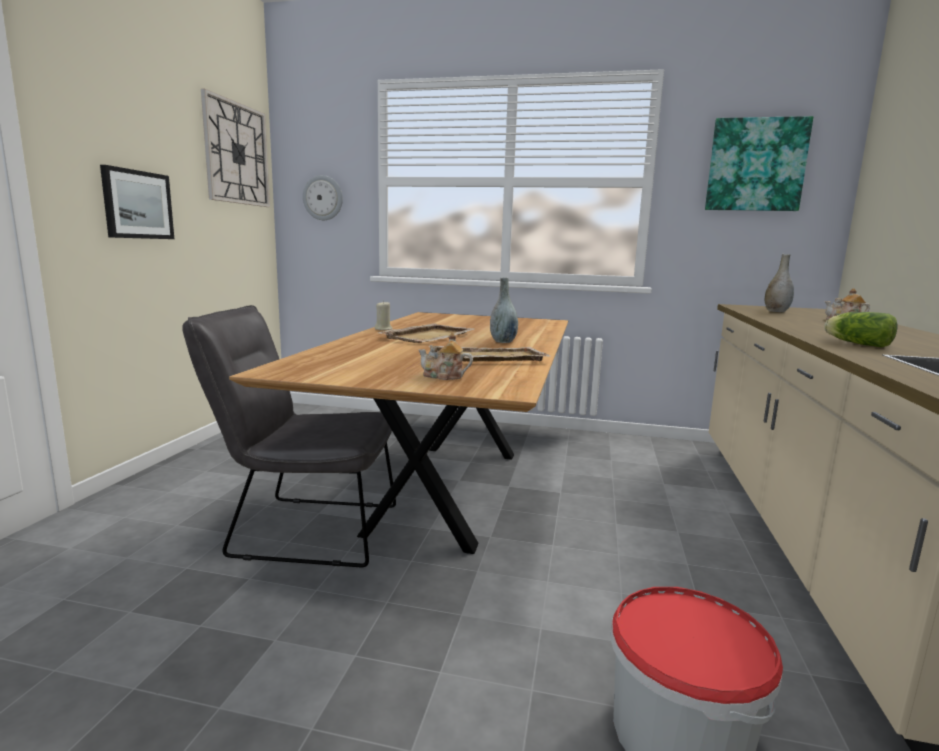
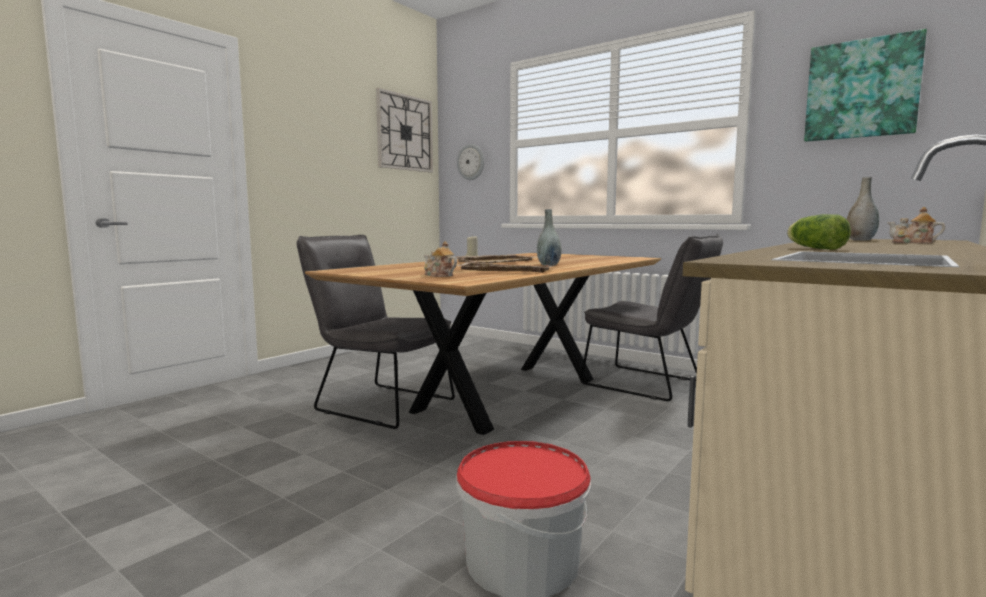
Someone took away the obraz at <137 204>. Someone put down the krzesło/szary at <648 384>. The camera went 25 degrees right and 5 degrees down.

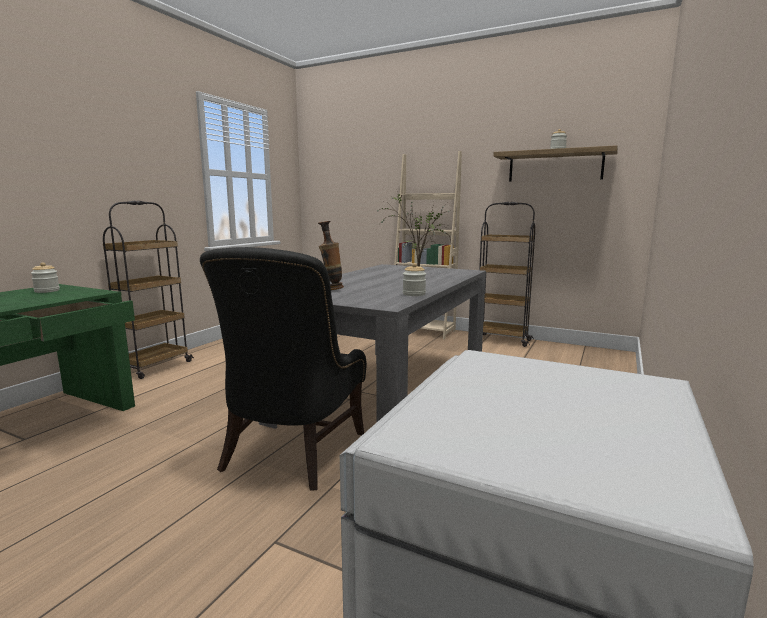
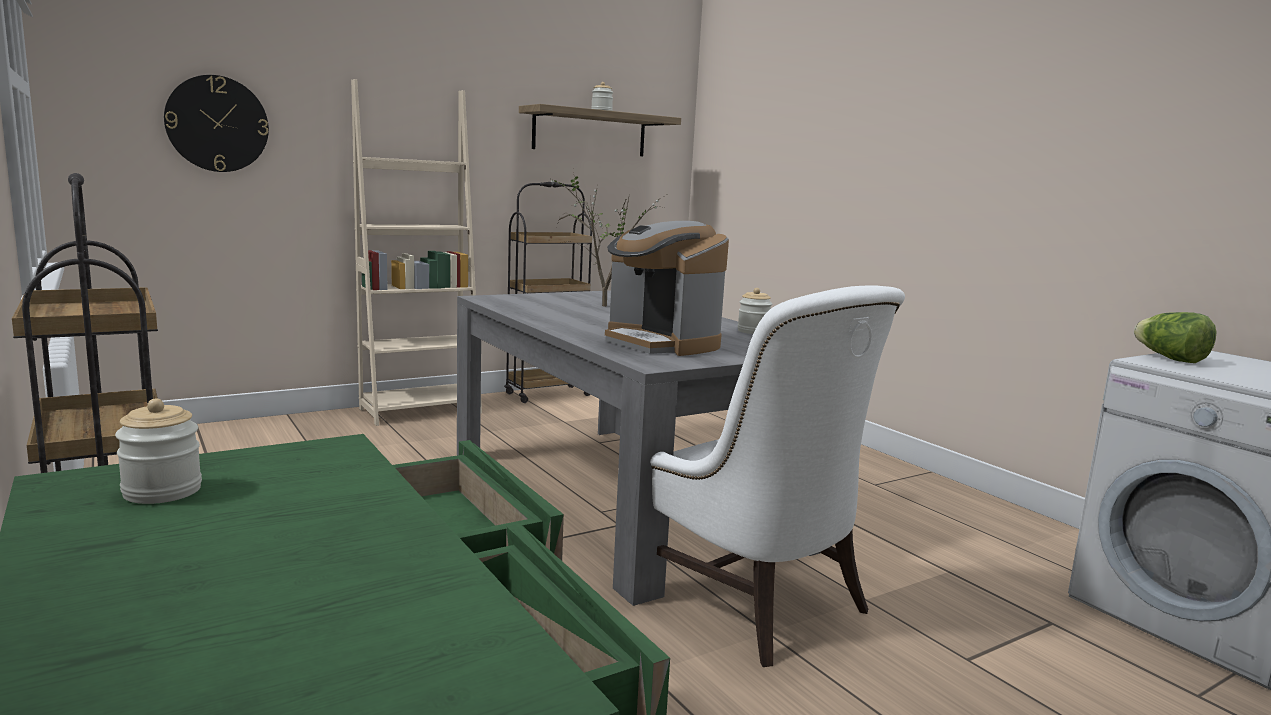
Someone repainted the krzesło/czarny at <292 451>, which became the krzesło/biały at <753 601>. Someone swapped the wazon at <331 289> for the ekspres do kawy at <661 343>. Someone put up the zegar ścienny at <217 124>. Someone put down the sałata at <1170 359>. The camera went 60 degrees left and 0 degrees up.

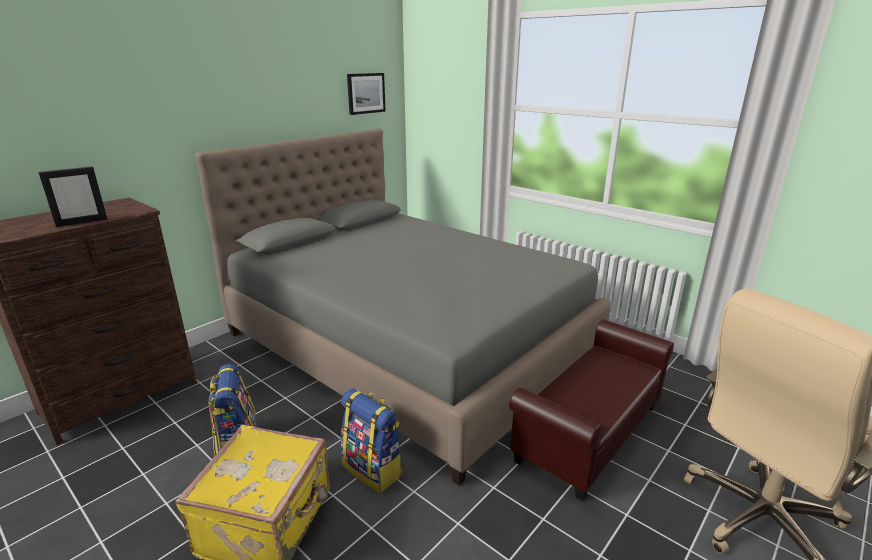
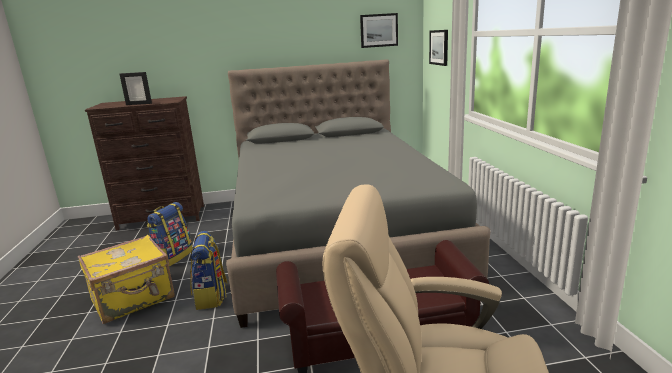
Someone put up the obraz at <439 47>. The camera went 40 degrees right and 5 degrees down.

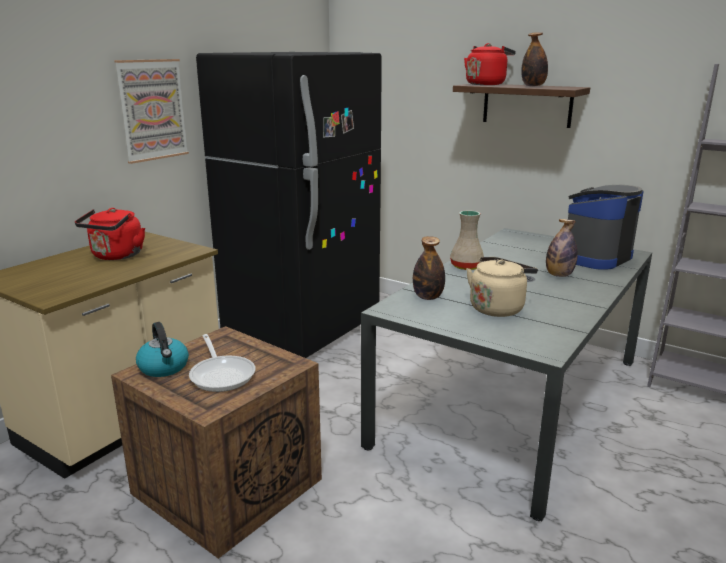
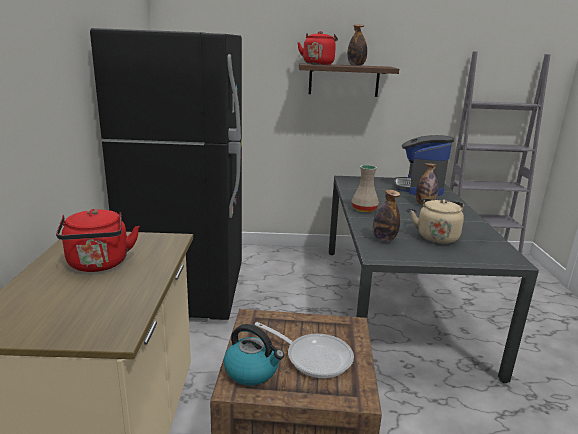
Someone took away the obraz at <152 110>. The camera went 35 degrees left and 0 degrees up.

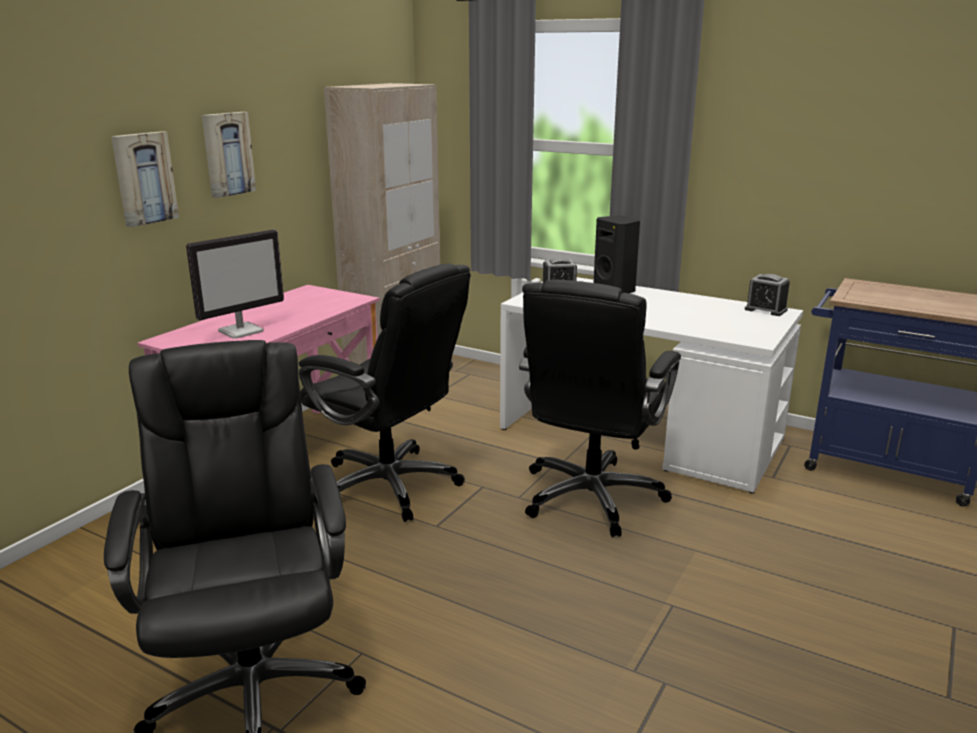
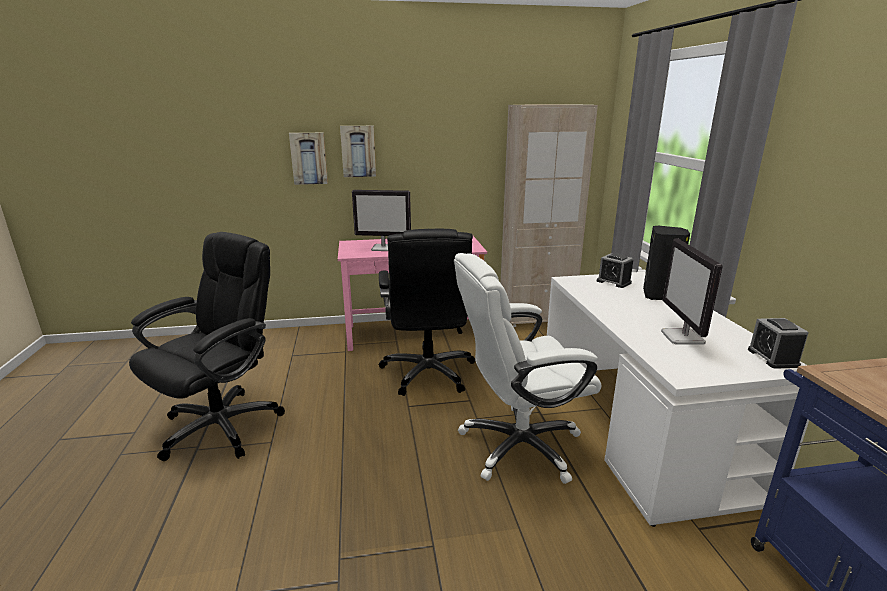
Someone carried the obraz from <227 154> to <309 158>. Someone repainted the krzesło biurowe/czarny at <591 496>, which became the krzesło biurowe/biały at <520 445>. Someone put down the monitor at <683 338>. The camera went 50 degrees right and 0 degrees up.

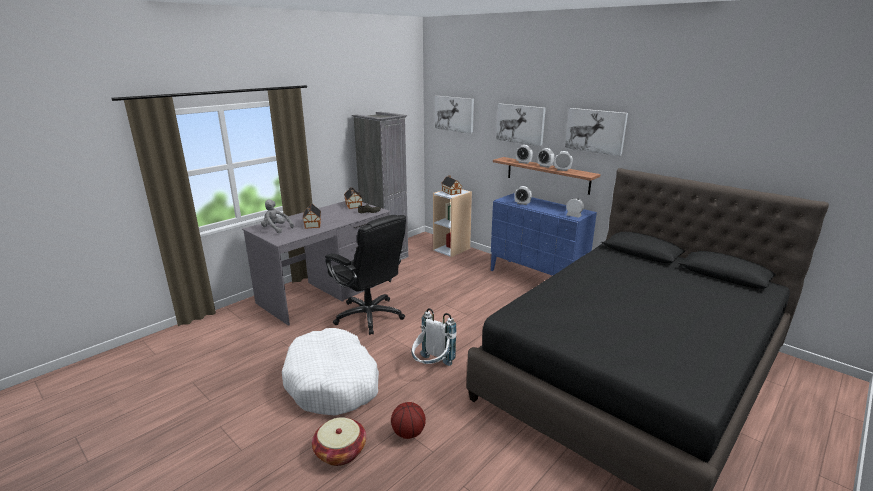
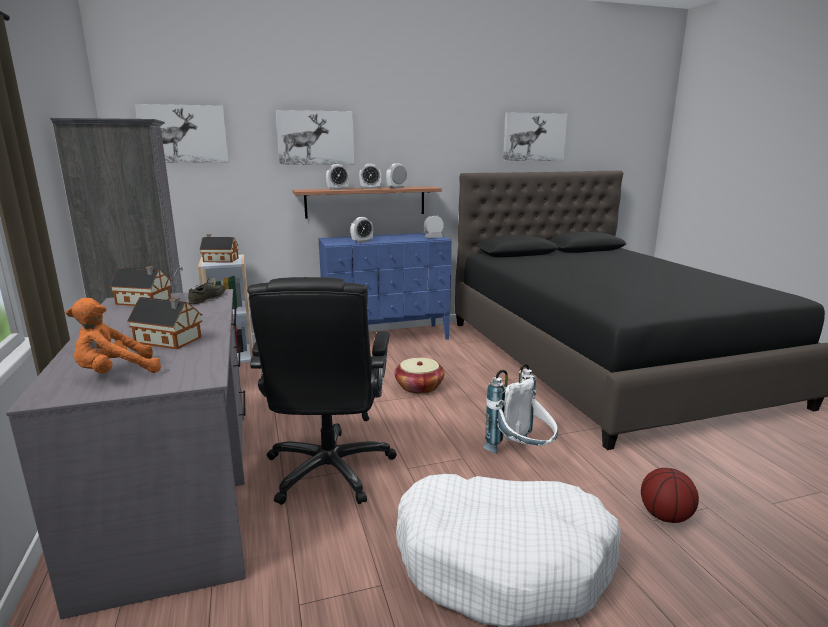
Someone repainted the pluszak/szary at <276 229>, which became the pluszak/pomarańczowy at <115 374>. Someone carried the koszyk from <340 452> to <419 387>. Someone rotated the krzesło biurowe/czarny at <369 315> by 105 degrees clockwise. Someone carried the obraz from <595 131> to <534 137>. The camera went 60 degrees left and 5 degrees down.

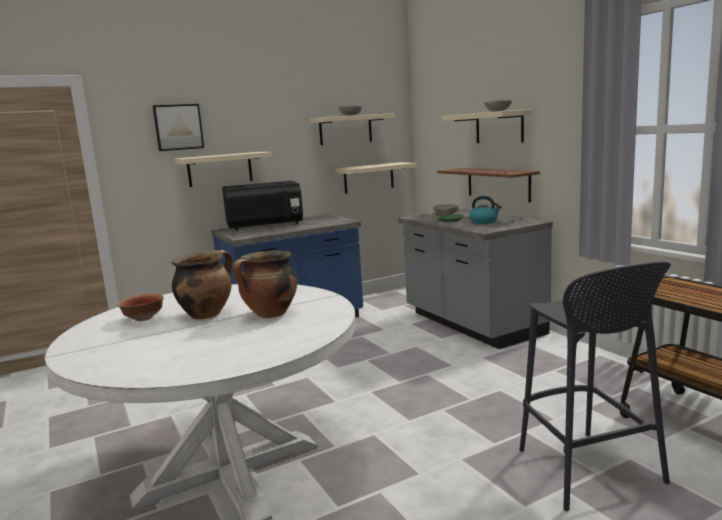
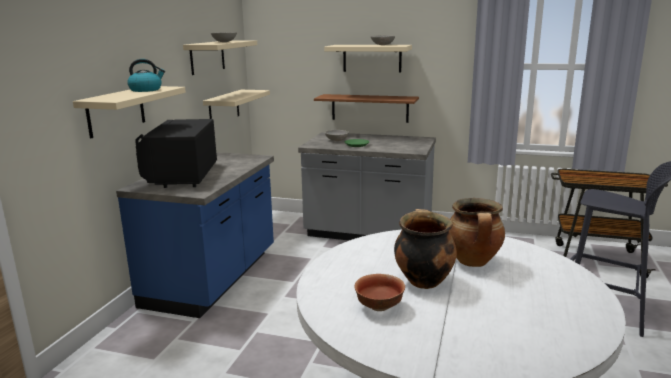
Someone took away the obraz at <178 127>. Someone rotated the mikrofalówka/czarny at <265 226> by 150 degrees clockwise. Someone carried the czajnik from <484 222> to <146 90>. The camera went 45 degrees left and 5 degrees up.

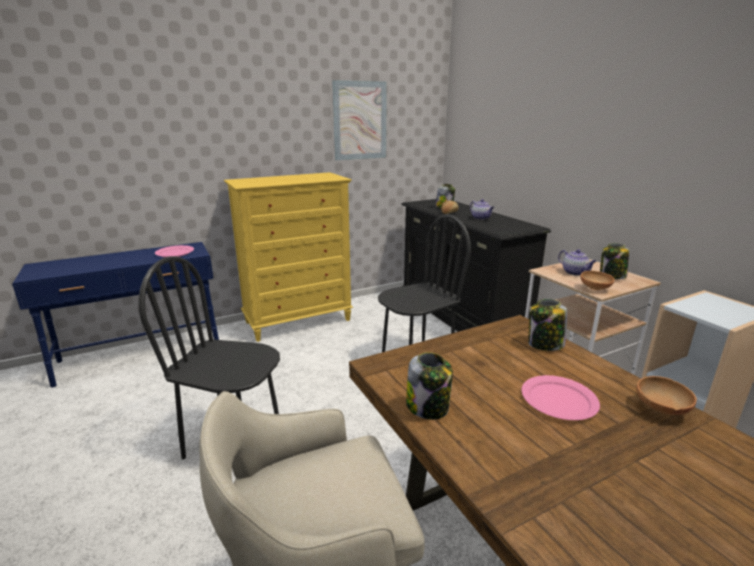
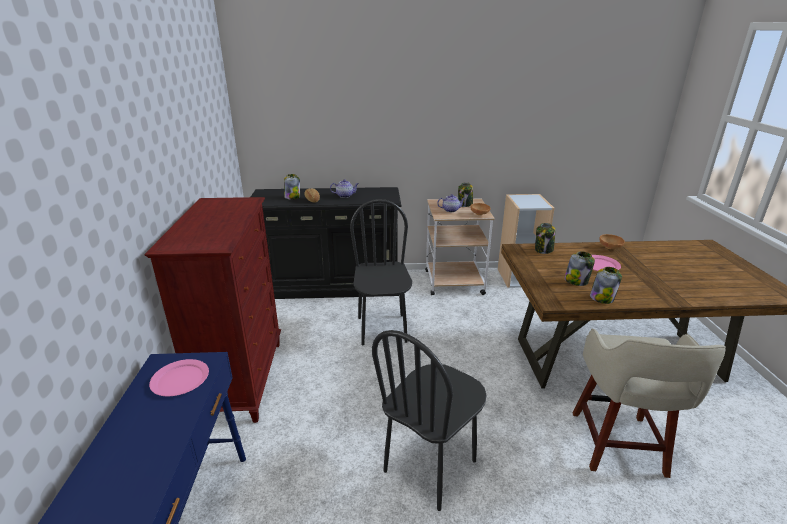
Someone repainted the komoda/żółty at <299 321>, which became the komoda/czerwony at <242 379>. Someone took away the obraz at <360 121>. Someone put down the słoik at <576 281>. The camera went 65 degrees left and 5 degrees up.

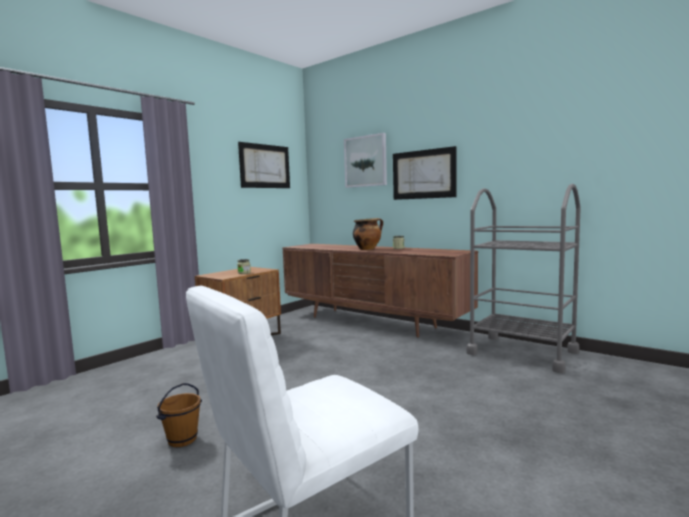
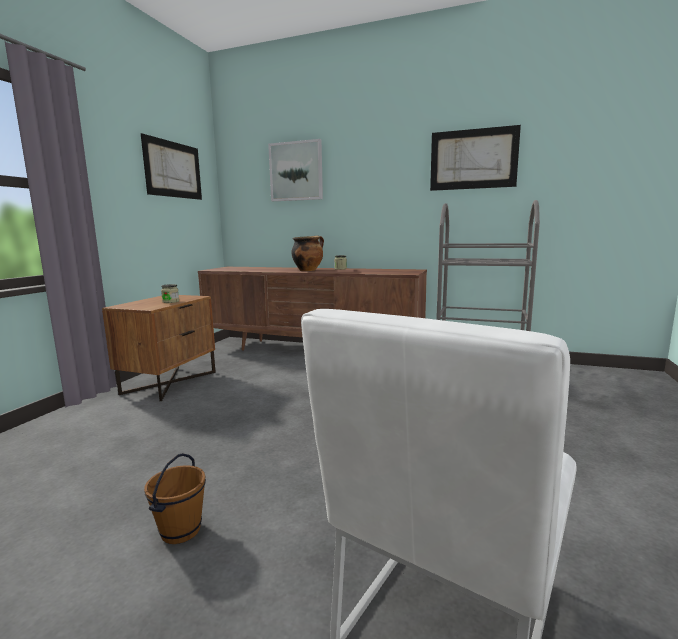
Someone carried the obraz from <423 174> to <473 159>. The camera went 20 degrees left and 5 degrees up.

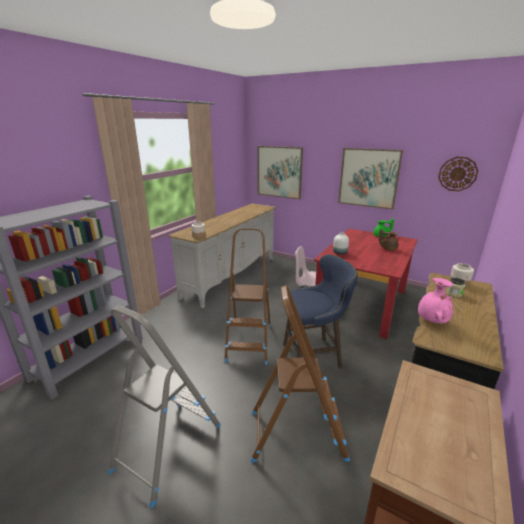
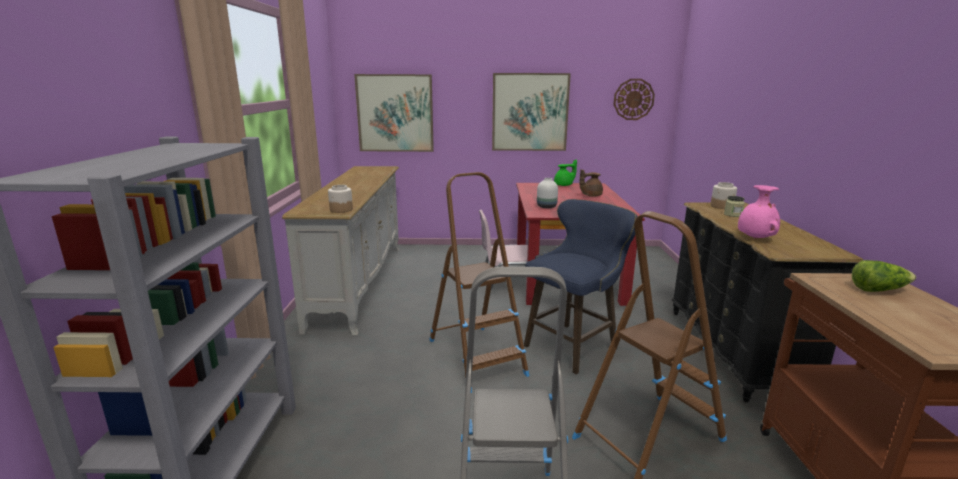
Someone put down the sałata at <878 290>. The camera went 30 degrees left and 5 degrees down.

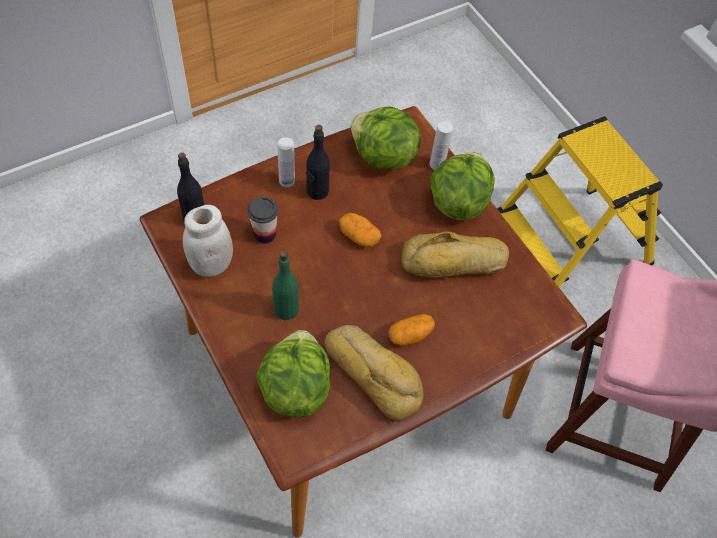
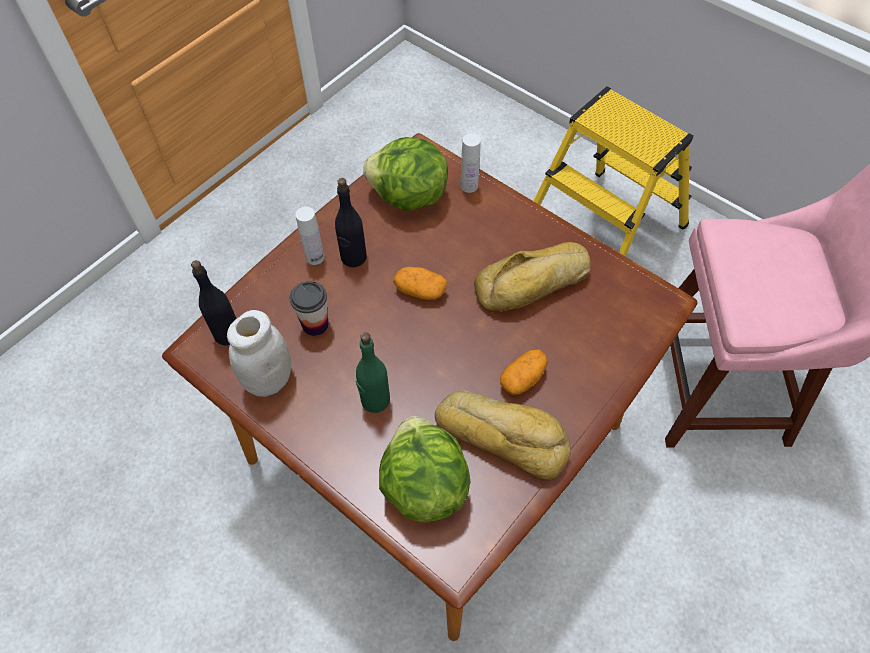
Someone took away the sałata at <457 202>. The camera went 15 degrees left and 0 degrees up.

